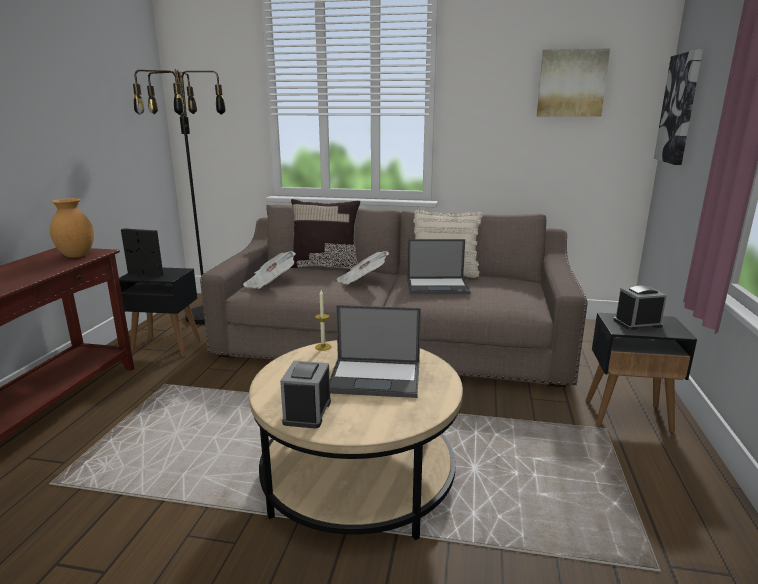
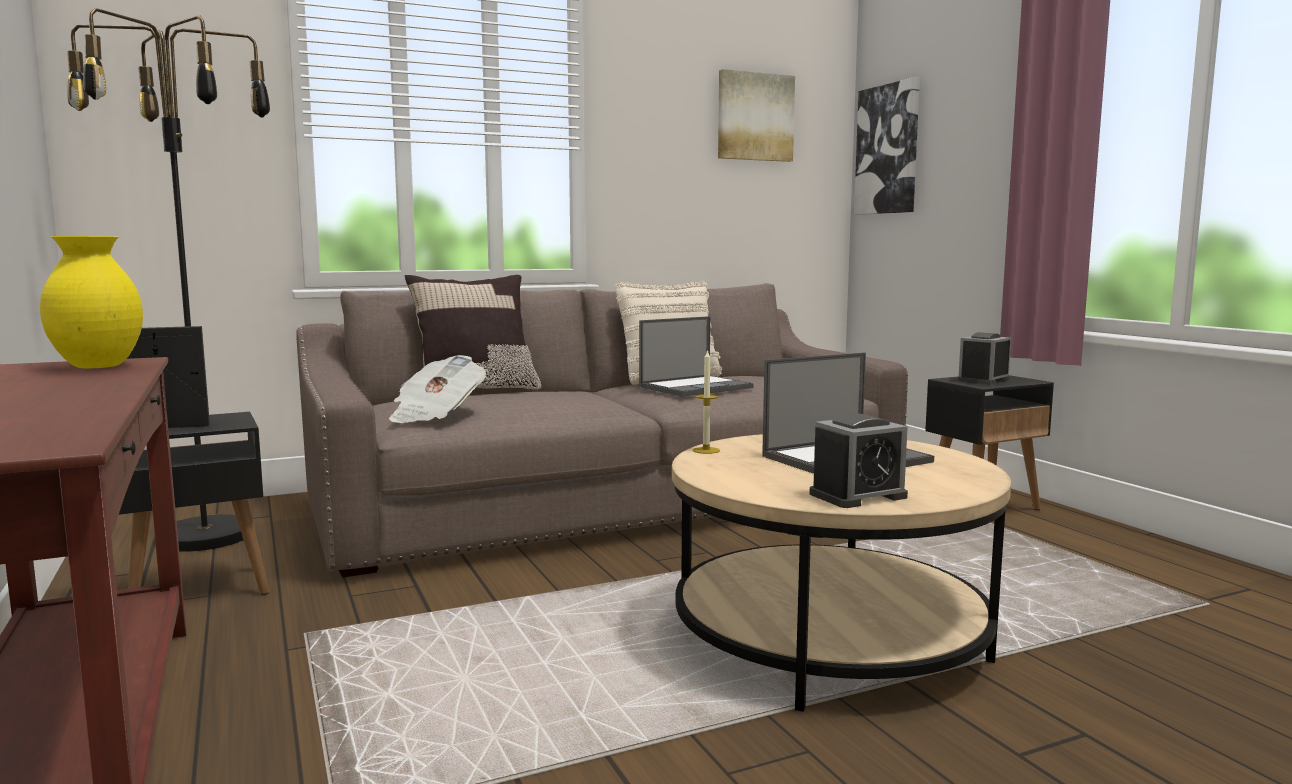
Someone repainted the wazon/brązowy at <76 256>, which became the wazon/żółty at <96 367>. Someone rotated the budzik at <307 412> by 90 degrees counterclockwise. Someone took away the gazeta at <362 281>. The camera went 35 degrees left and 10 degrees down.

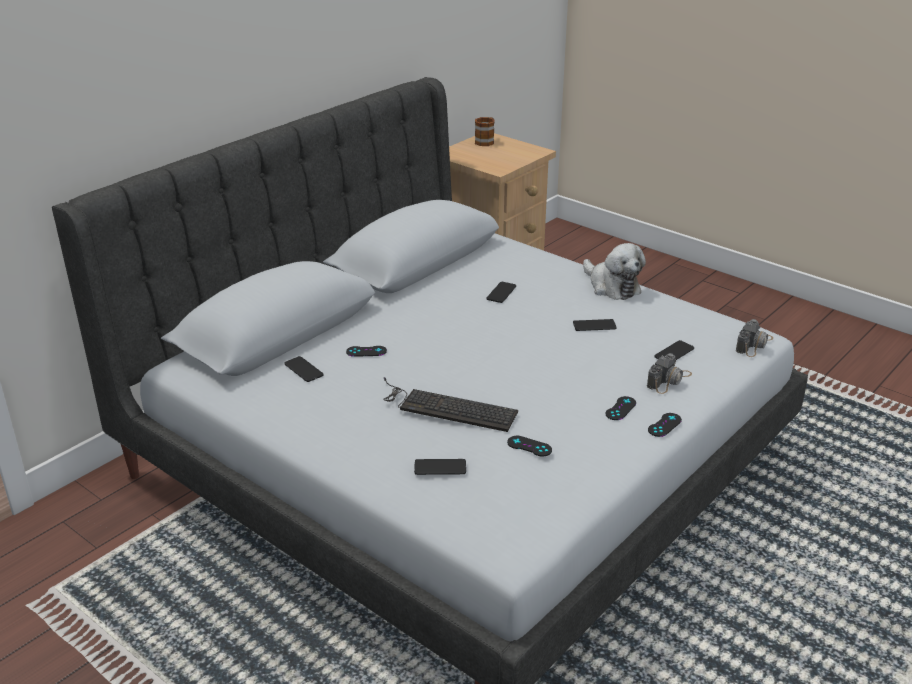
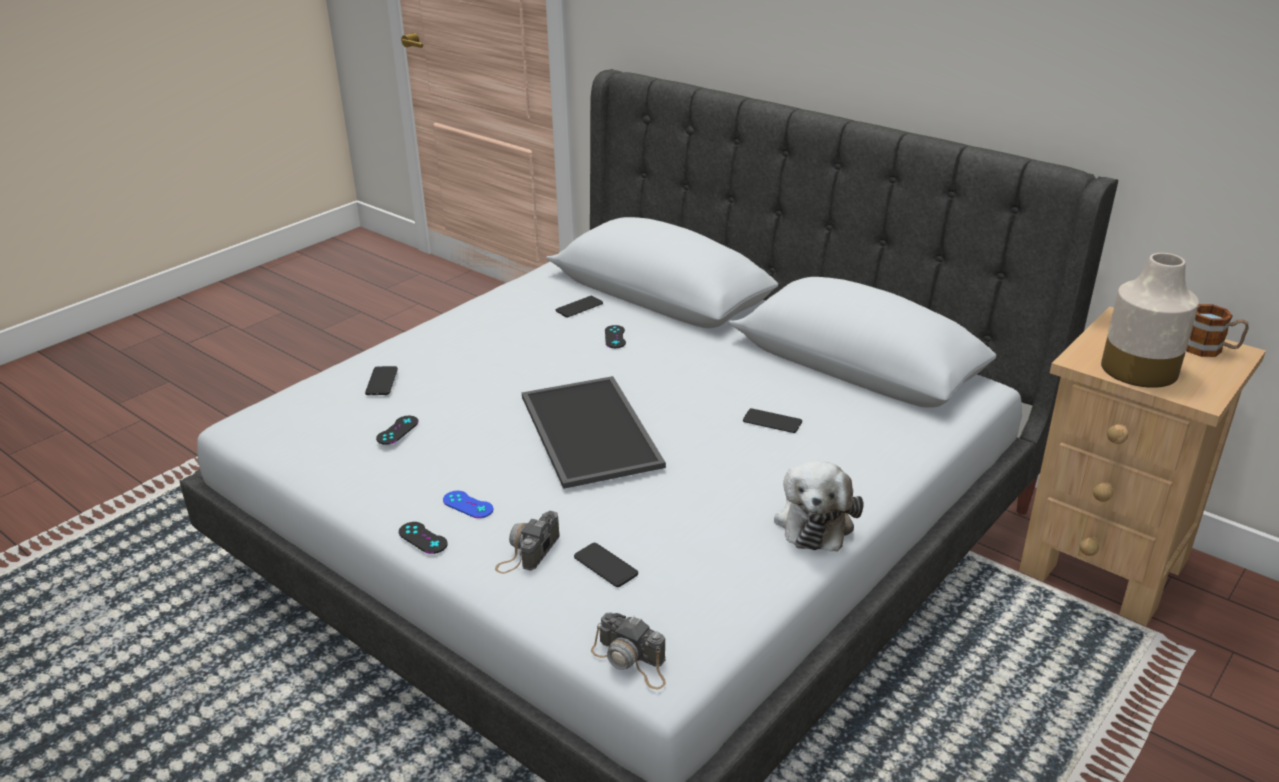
Someone took away the klawiatura at <445 407>. Someone took away the telefon at <594 325>. Someone rotated the pluszak at <612 286> by 45 degrees counterclockwise. Someone repainted the pad do gier/czarny at <620 408>, which became the pad do gier/niebieski at <468 505>. Someone rotated the aparat fotograficzny at <669 380> by 75 degrees clockwise. Someone put down the taca at <593 431>. Someone put down the wazon/beżowy at <1138 369>. The camera went 90 degrees right and 0 degrees up.

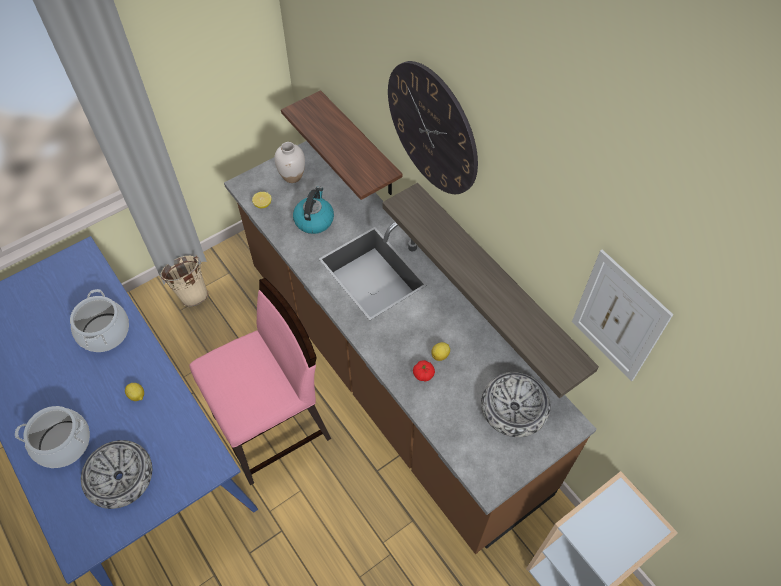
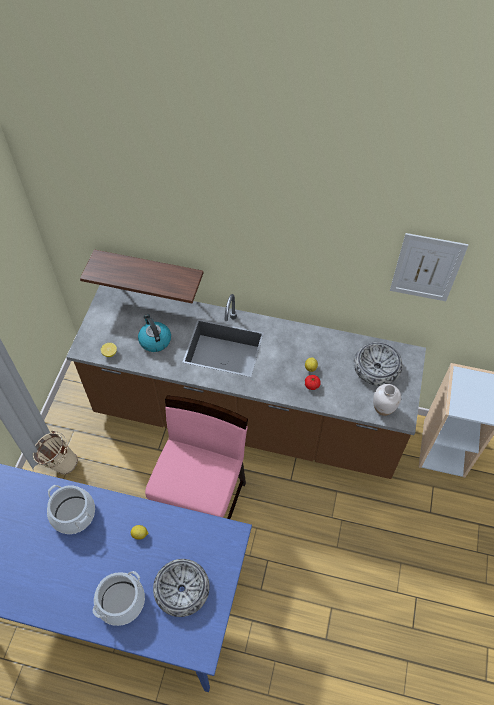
Someone carried the wazon/biały from <292 176> to <383 408>. Someone took away the półka at <497 282>. Someone took away the zegar ścienny at <432 129>. The camera went 40 degrees left and 0 degrees up.

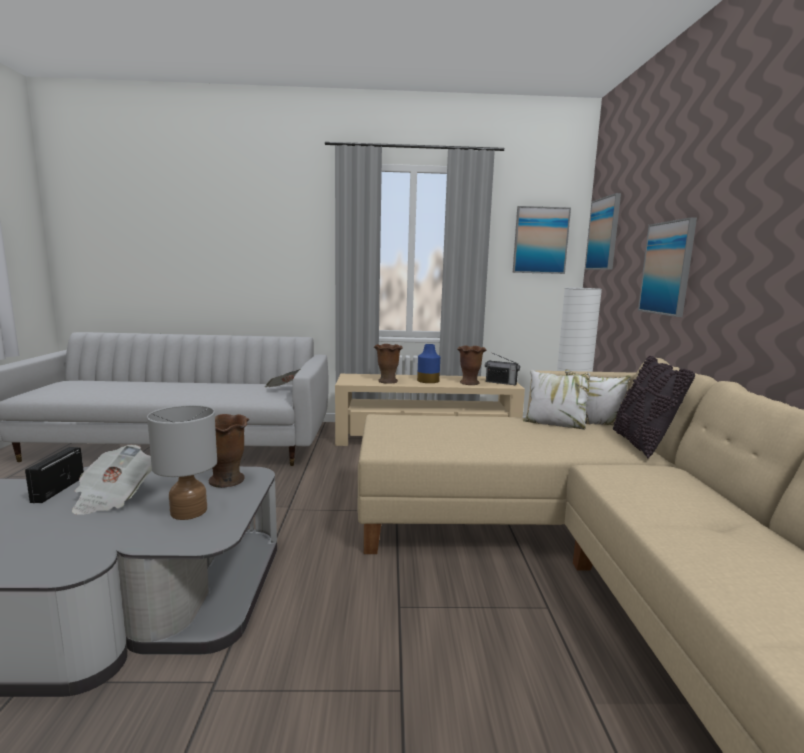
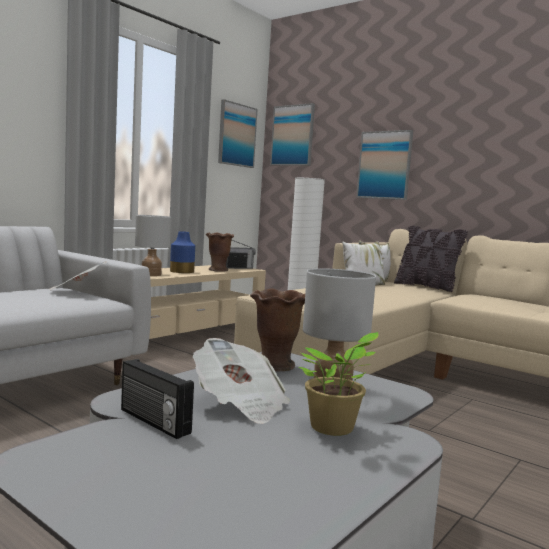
Someone swapped the wazon/brązowy at <388 381> for the lampa stołowa/szary at <151 275>. Someone put down the roślina doniczkowa at <334 429>. The camera went 50 degrees left and 5 degrees down.

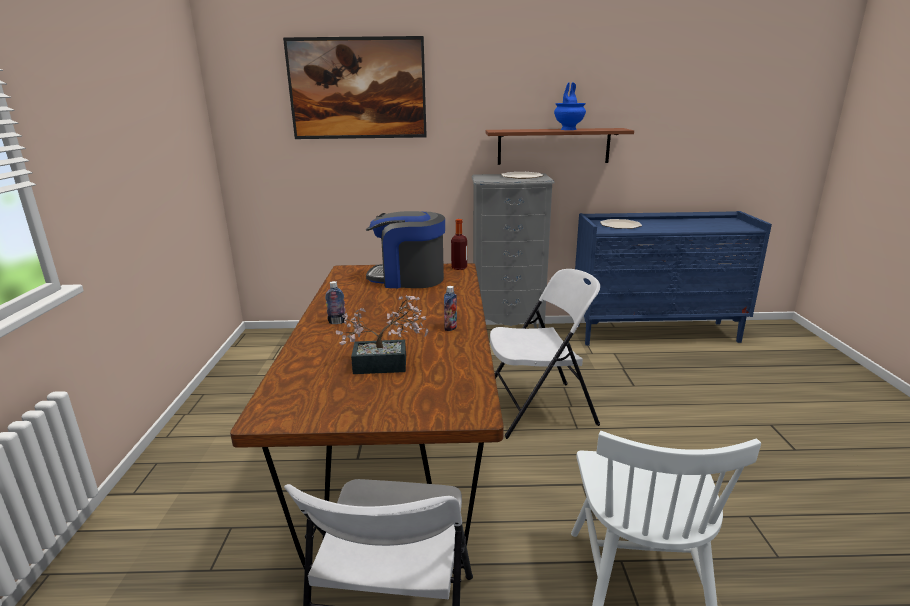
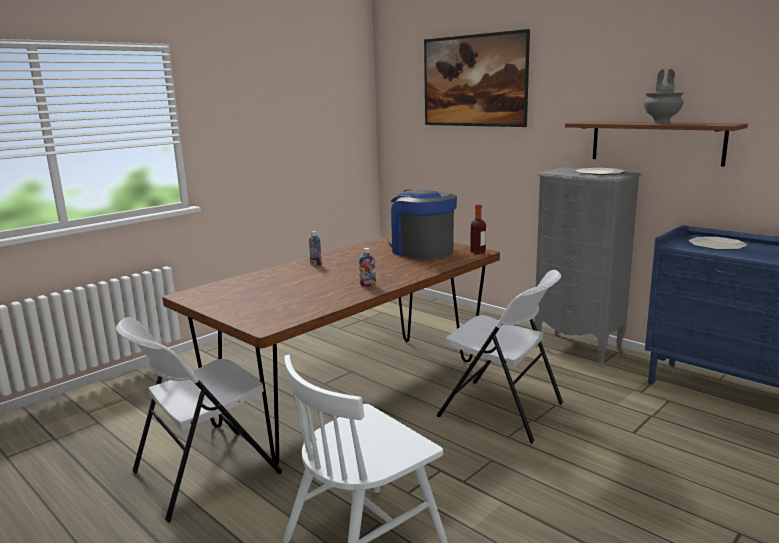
Someone took away the roślina doniczkowa at <387 365>. Someone repainted the wazon/niebieski at <568 129>, which became the wazon/szary at <661 123>. The camera went 45 degrees right and 5 degrees down.

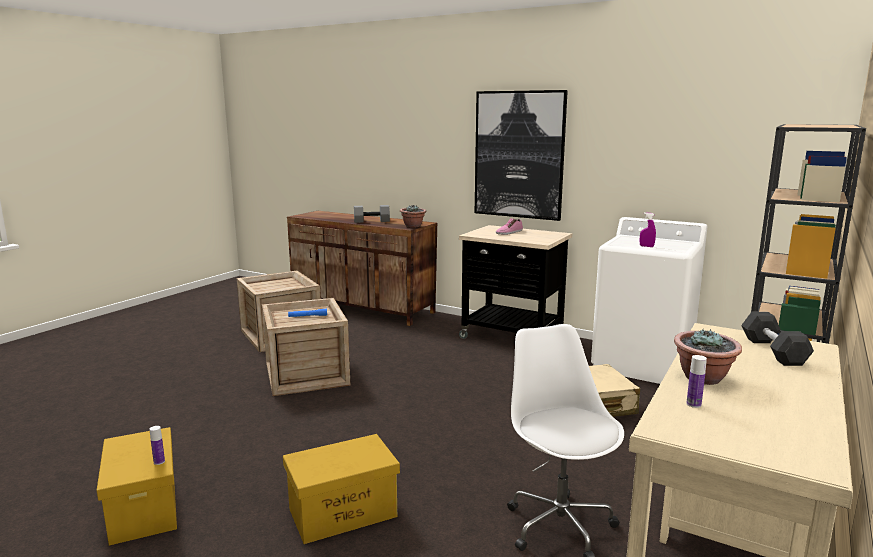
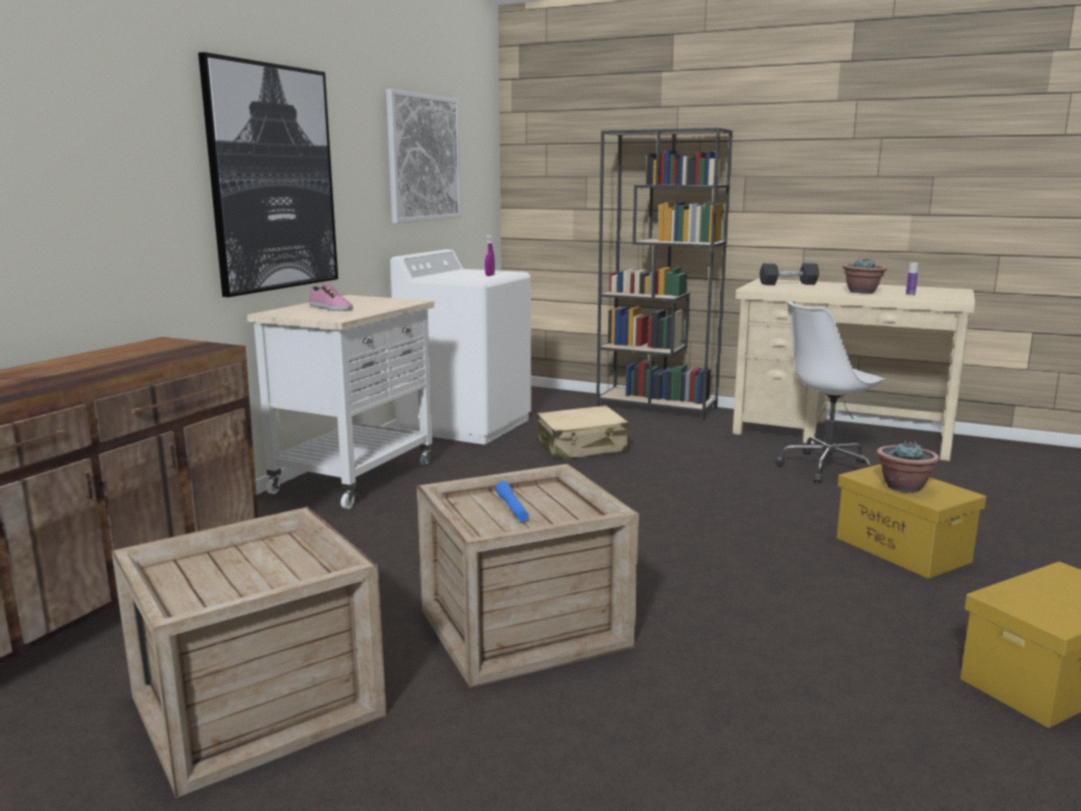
Someone took away the butelka at <159 462>. Someone took away the hantel/szary at <371 221>. Someone carried the roślina doniczkowa from <413 226> to <903 487>. Someone repainted the wózek/czarny at <512 337>, which became the wózek/biały at <354 478>. Someone put up the obraz at <424 158>. The camera went 95 degrees left and 0 degrees up.

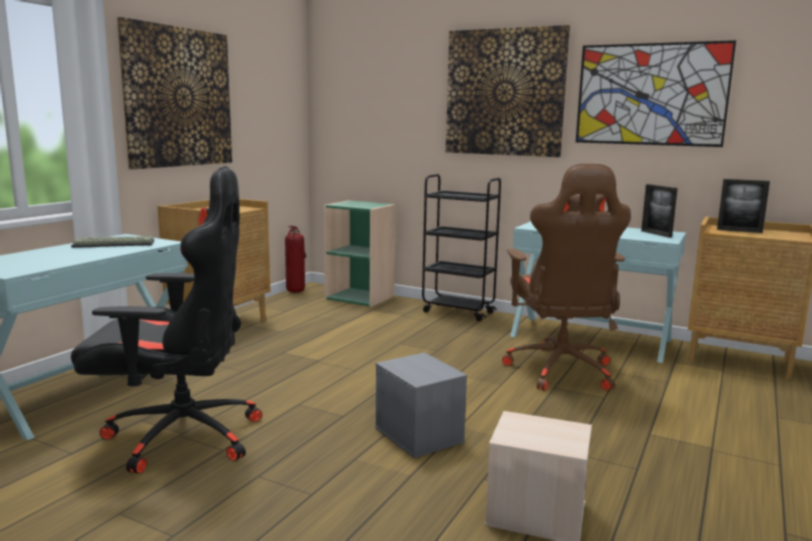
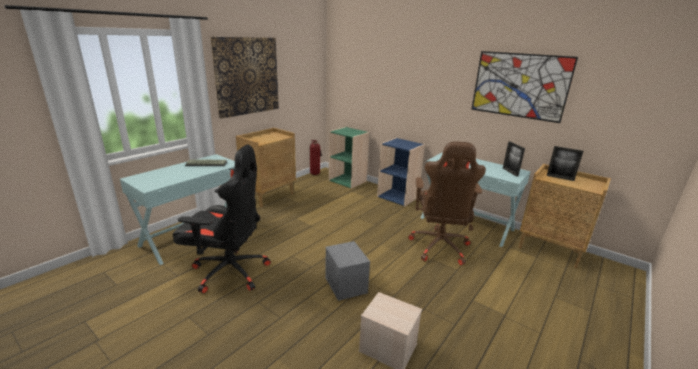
Someone swapped the wózek/czarny at <459 312> for the regał/niebieski at <398 197>. Someone took away the obraz at <504 92>. The camera went 10 degrees right and 10 degrees up.

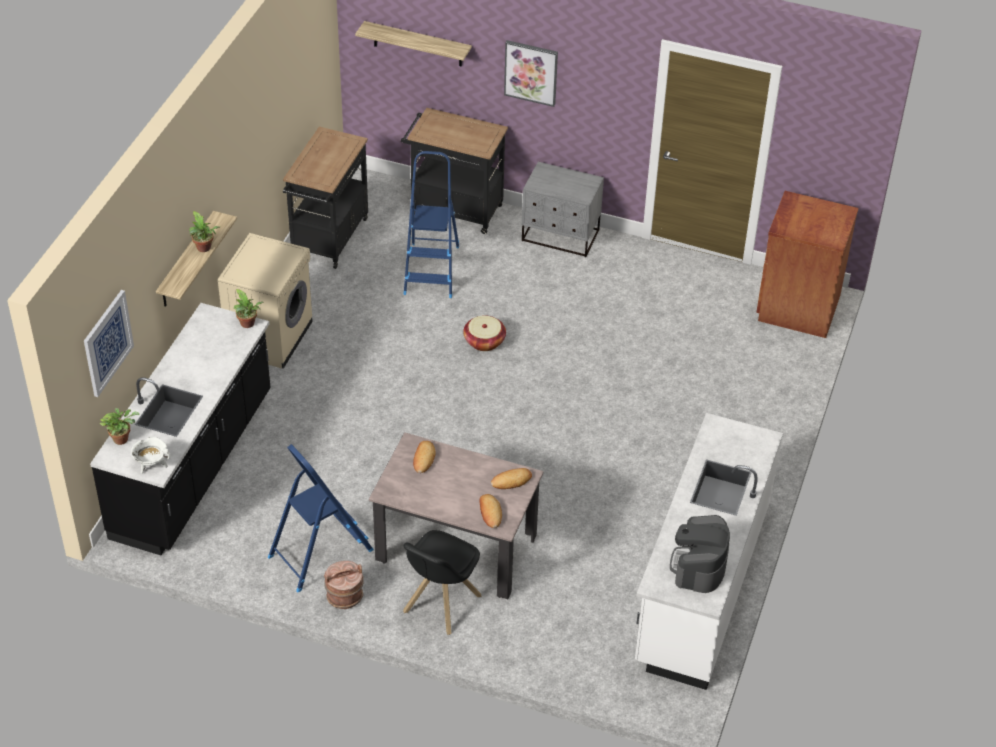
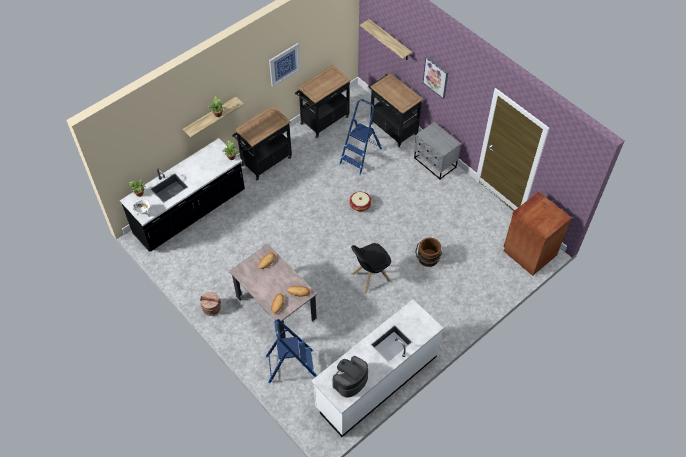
Someone carried the obraz from <107 343> to <284 64>. Someone swapped the pralka/beżowy at <272 338> for the wózek/czarny at <265 162>. Someone carried the drabinka/niebieski from <321 553> to <291 366>. Someone carried the krzesło/czarny from <441 603> to <370 277>. Someone put down the wiadro/brązowy at <427 260>. The camera went 30 degrees right and 10 degrees up.

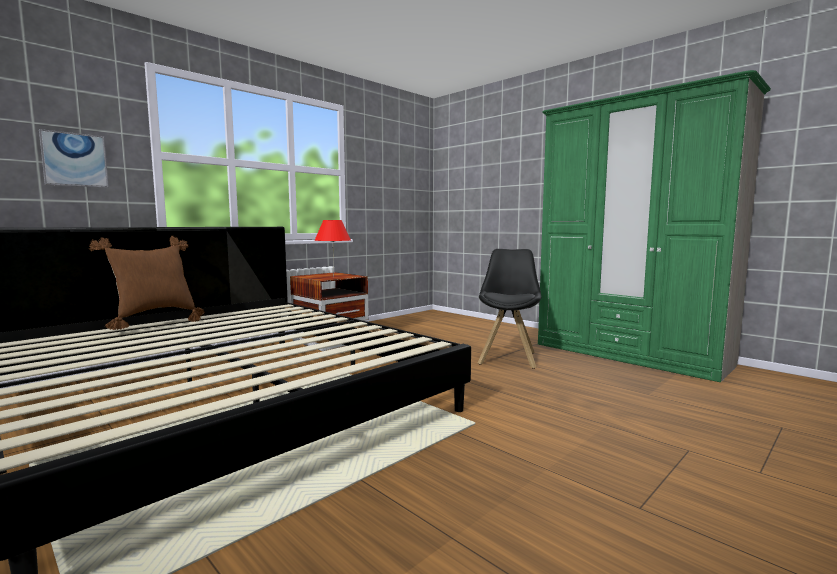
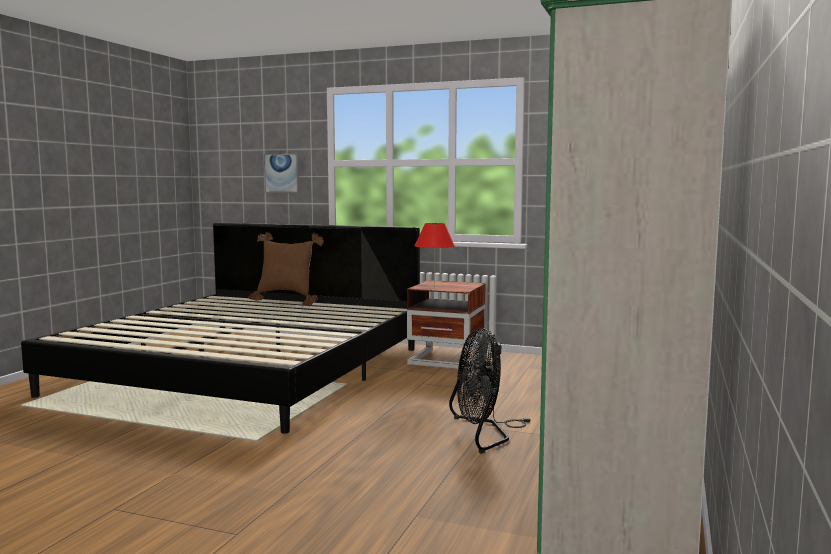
Someone swapped the krzesło/czarny at <508 358> for the wentylator/czarny at <485 432>. The camera went 65 degrees right and 0 degrees up.

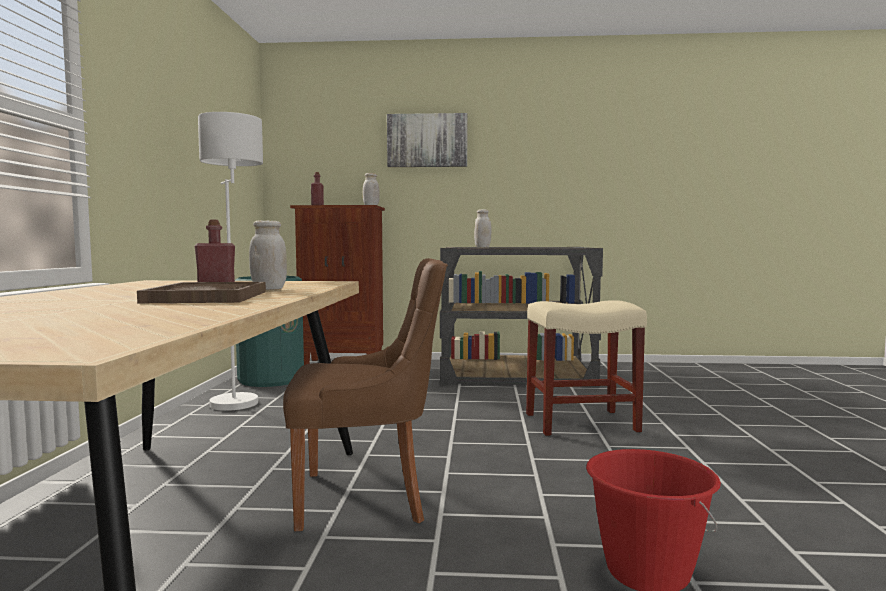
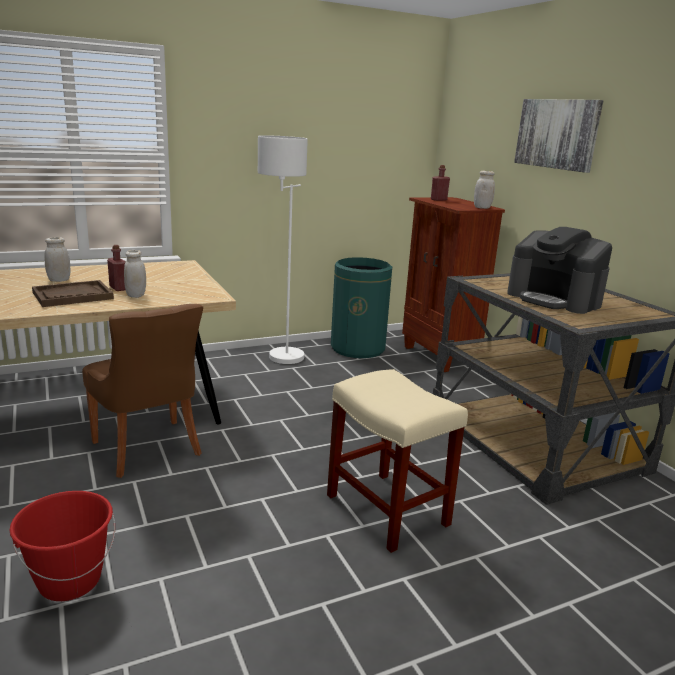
Someone carried the słoik/biały from <482 247> to <59 280>. Someone put down the ekspres do kawy at <554 299>. The camera went 60 degrees right and 15 degrees up.

